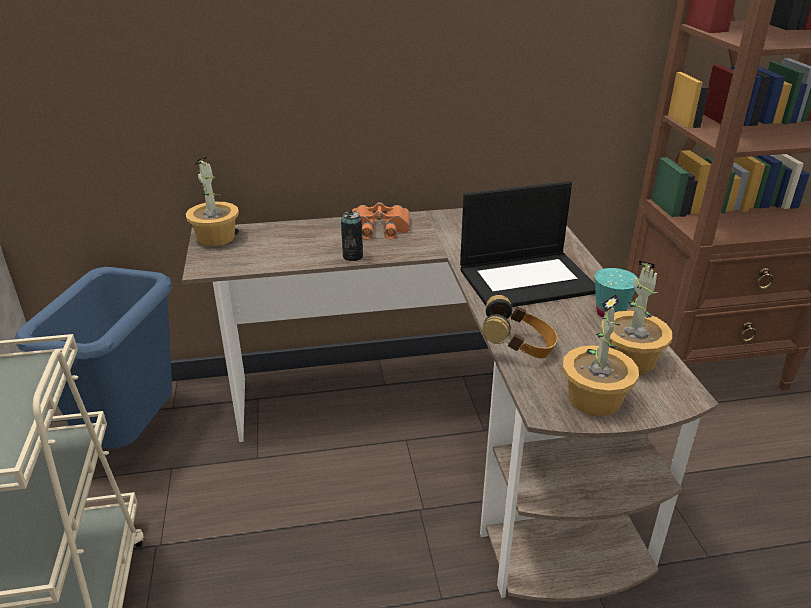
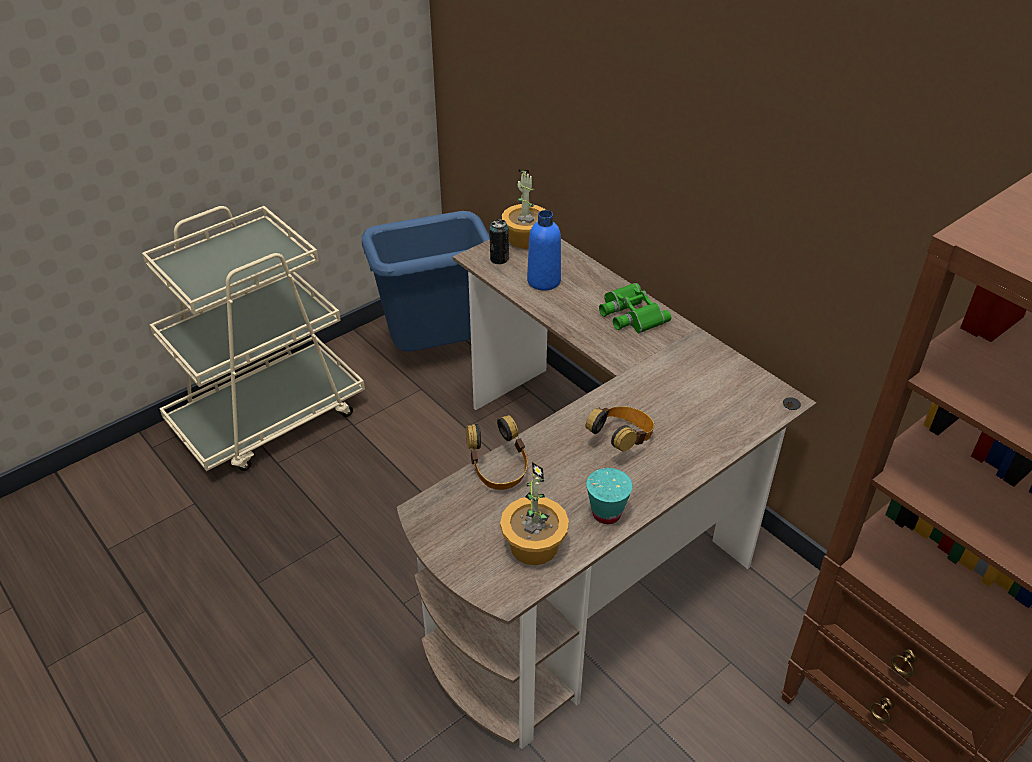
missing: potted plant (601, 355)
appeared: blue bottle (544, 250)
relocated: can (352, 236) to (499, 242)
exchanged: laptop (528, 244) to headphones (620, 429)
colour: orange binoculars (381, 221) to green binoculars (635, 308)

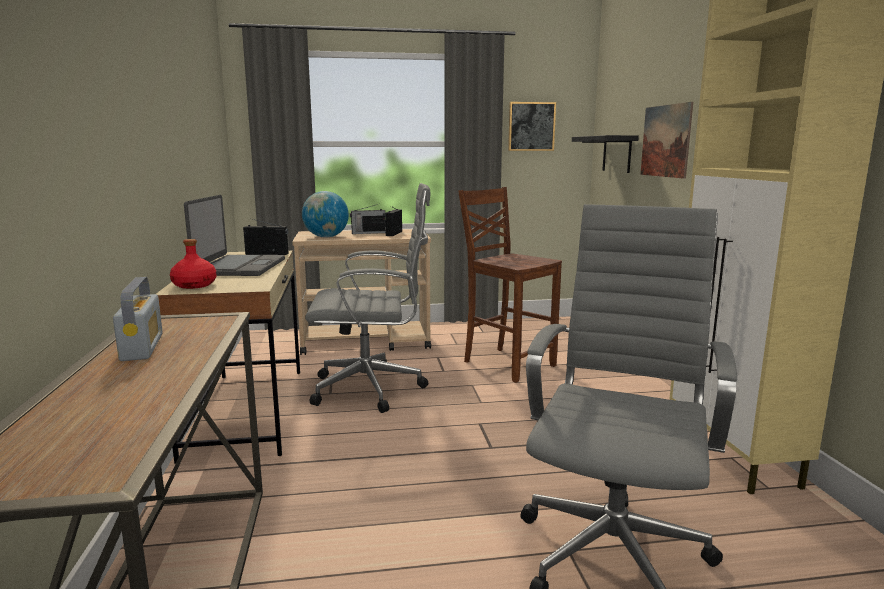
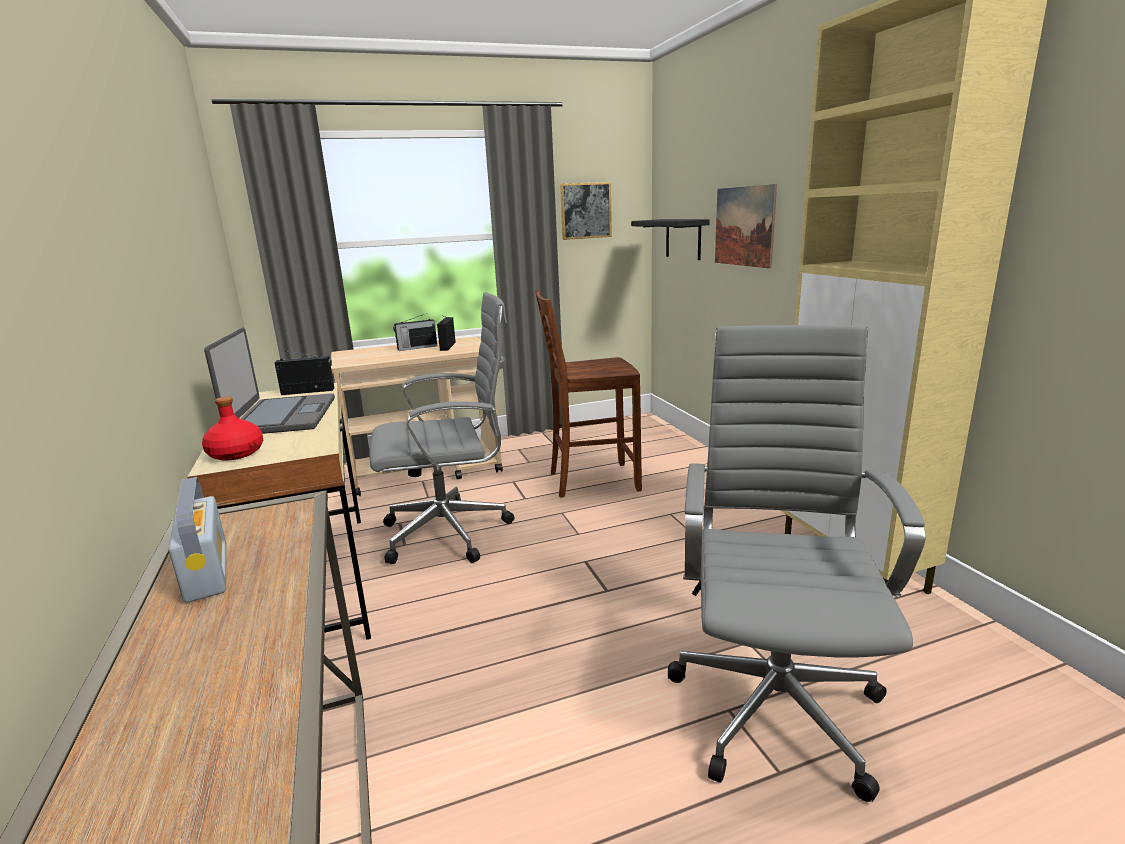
missing: globe (325, 214)
spun: brown chair (510, 285) = (588, 394) 45 degrees counterclockwise

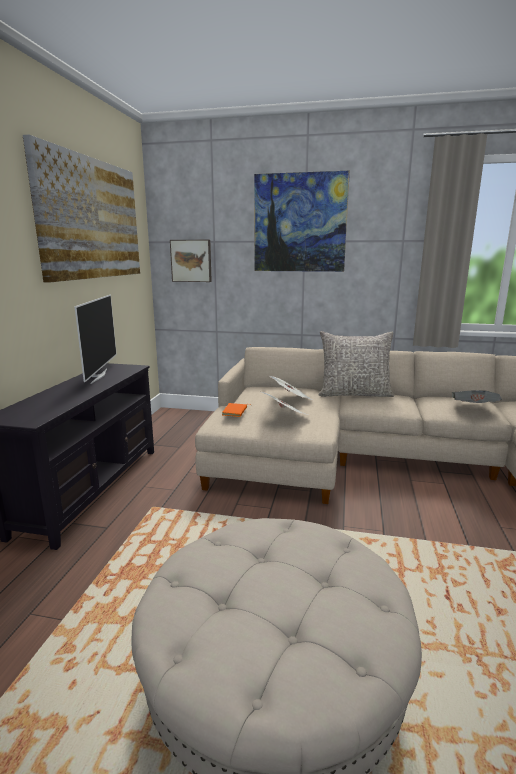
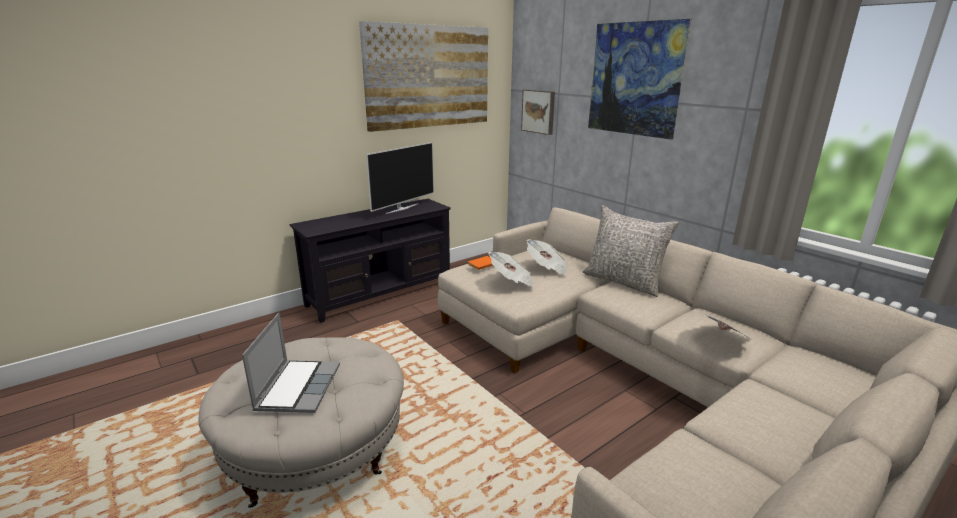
appeared: laptop (291, 363)

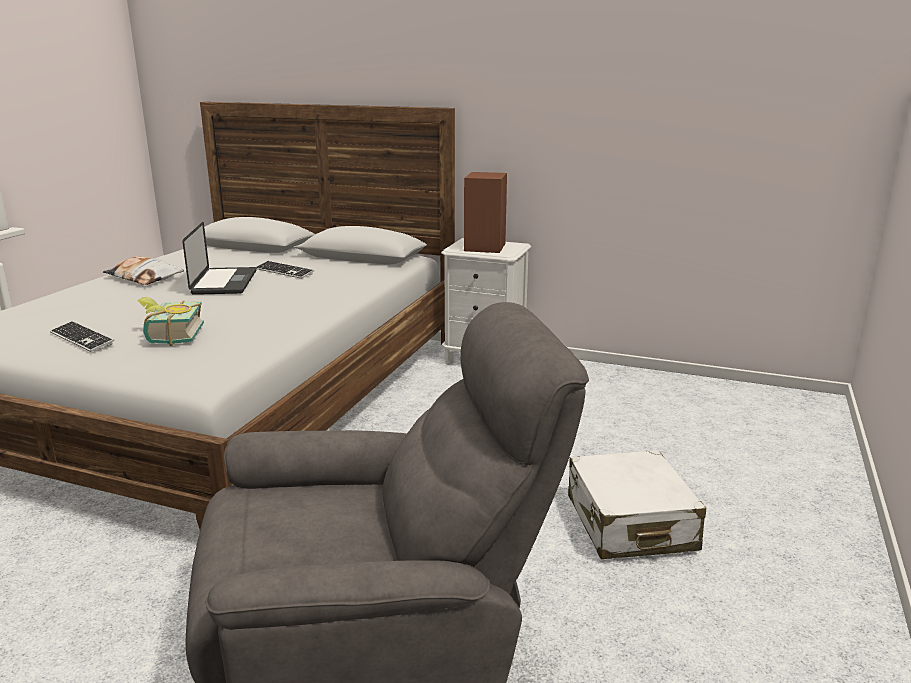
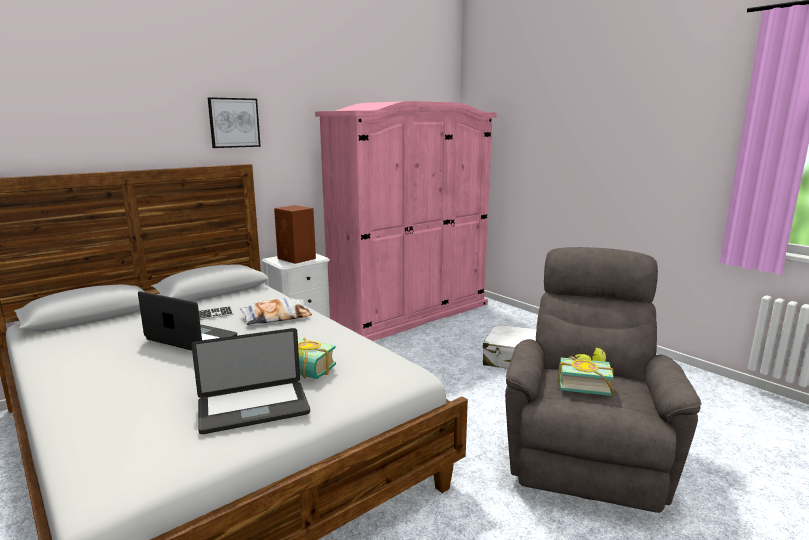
appeared: picture (234, 122); pink wardrobe (406, 221); book (585, 372)
relocated: pillow (143, 270) to (276, 311)
exchanged: keyboard (82, 336) to laptop (250, 381)

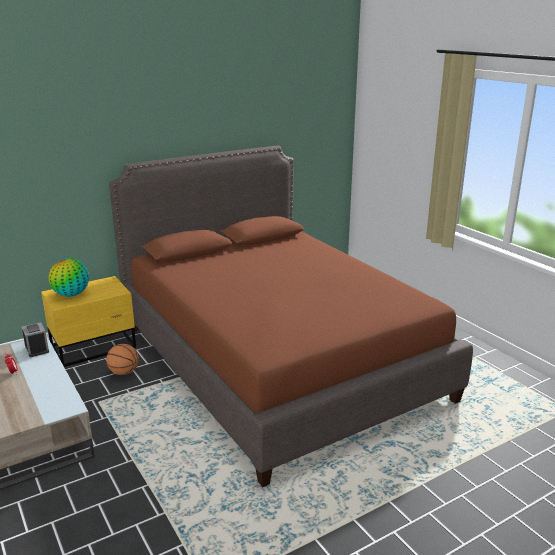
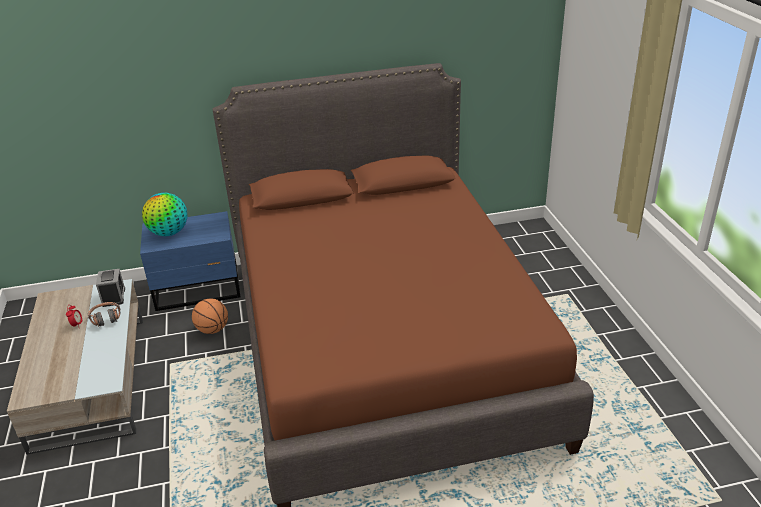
appeared: headphones (104, 314)
colour: yellow nightstand (88, 321) to blue nightstand (190, 261)

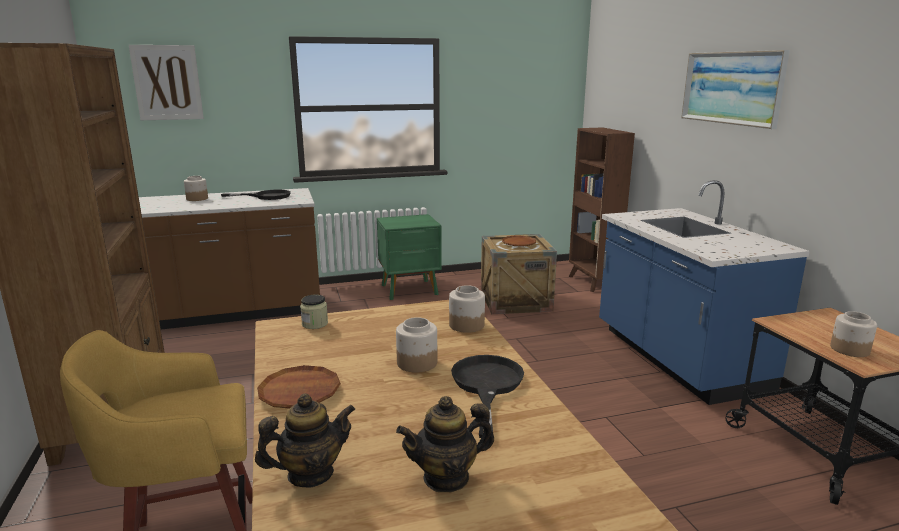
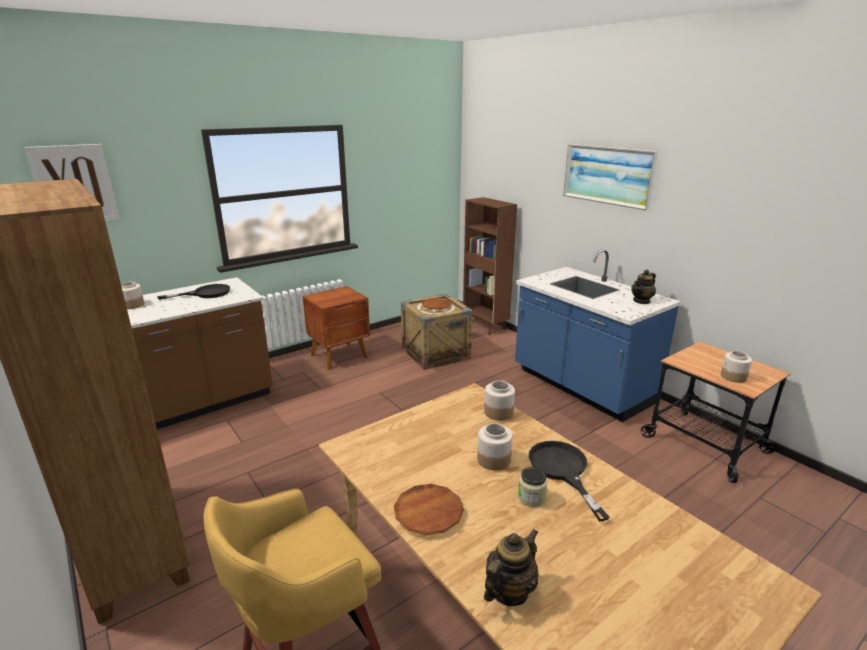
relocated: jar (314, 312) to (532, 487); teapot (445, 444) to (643, 287)
colour: green nightstand (409, 257) to brown nightstand (336, 328)

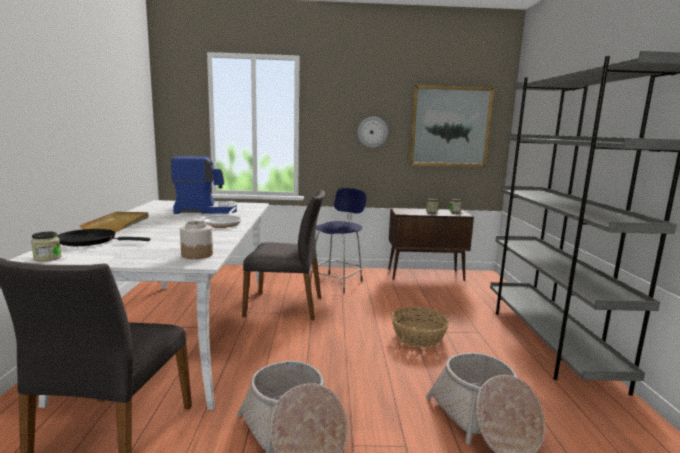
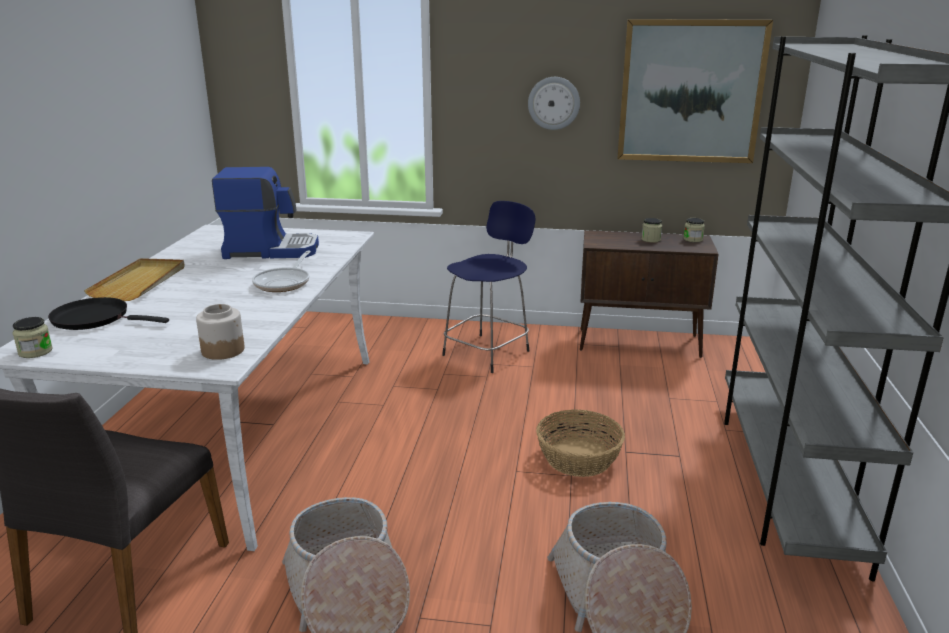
missing: grey chair (283, 255)

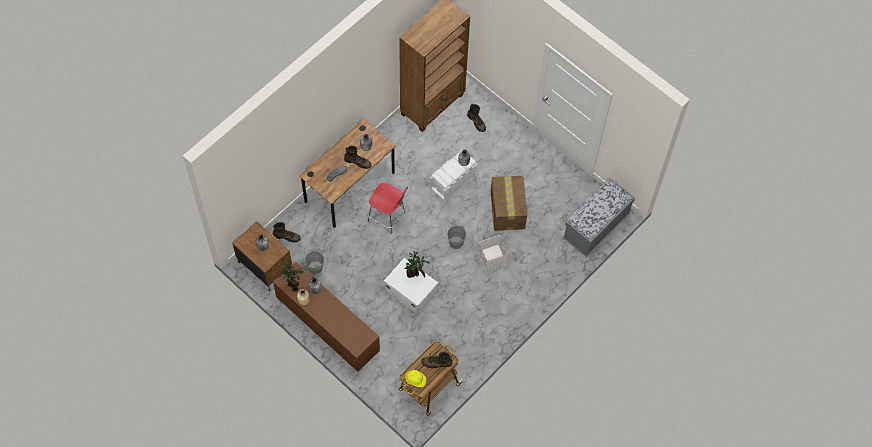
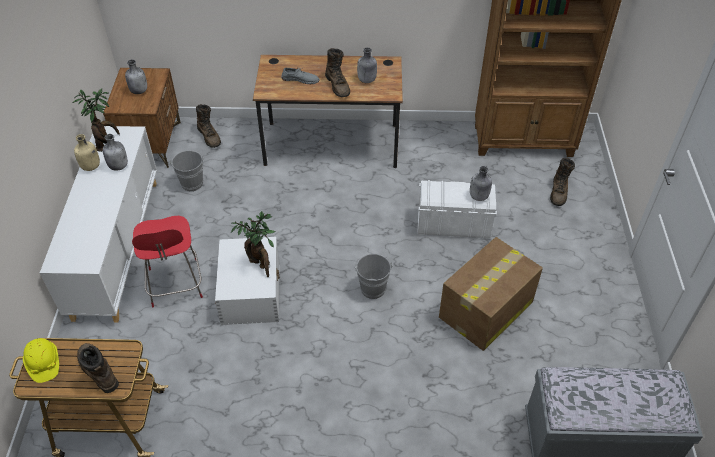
missing: white storage box (493, 253)
relocated: red chair (388, 208) to (167, 261)
colour: brown cabinet (326, 316) to white cabinet (98, 224)

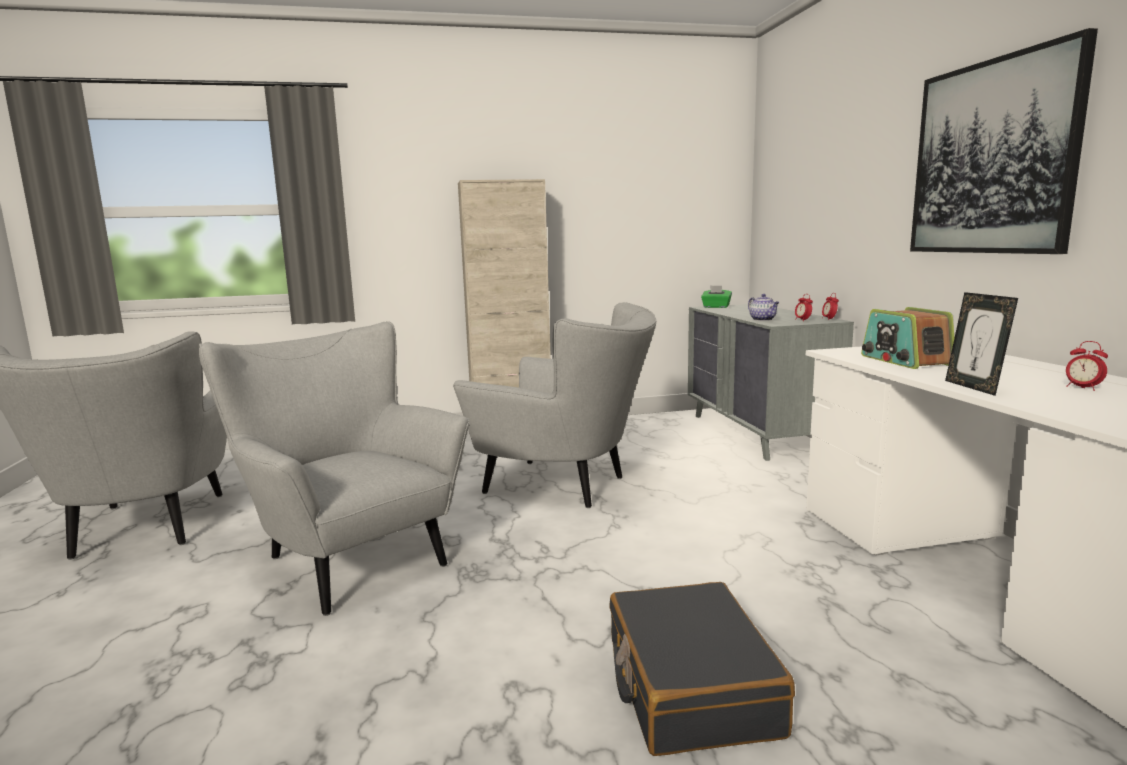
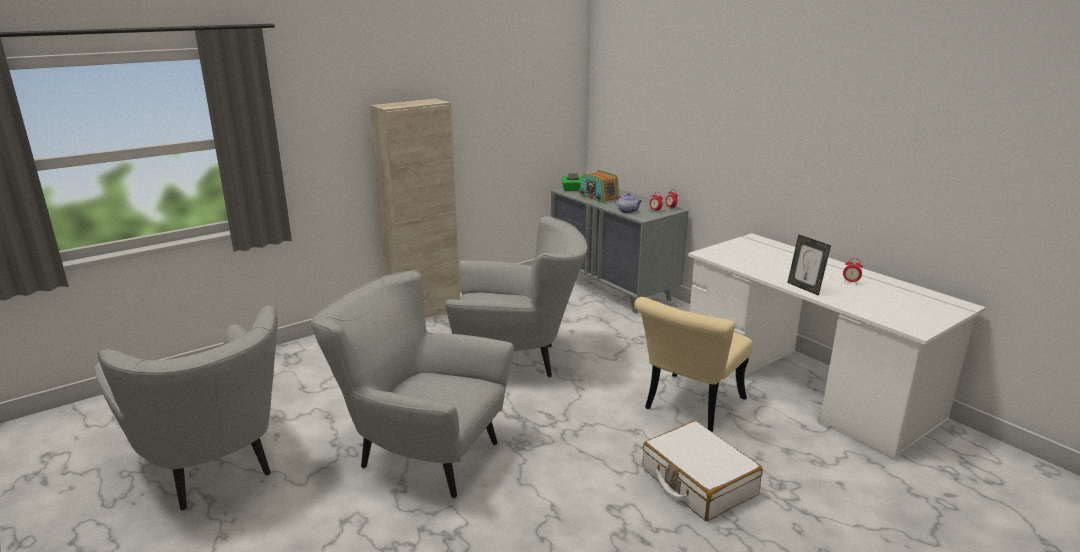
missing: picture (1004, 141)
appeared: beige chair (693, 364)
relocated: radio (907, 338) to (599, 186)
colour: black suitcase (702, 669) to white suitcase (703, 471)

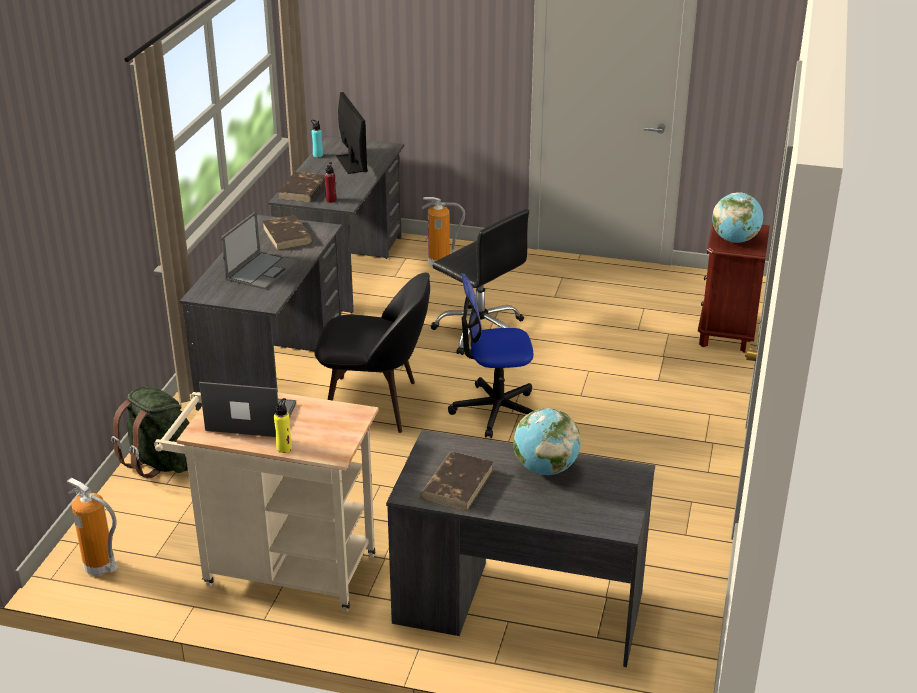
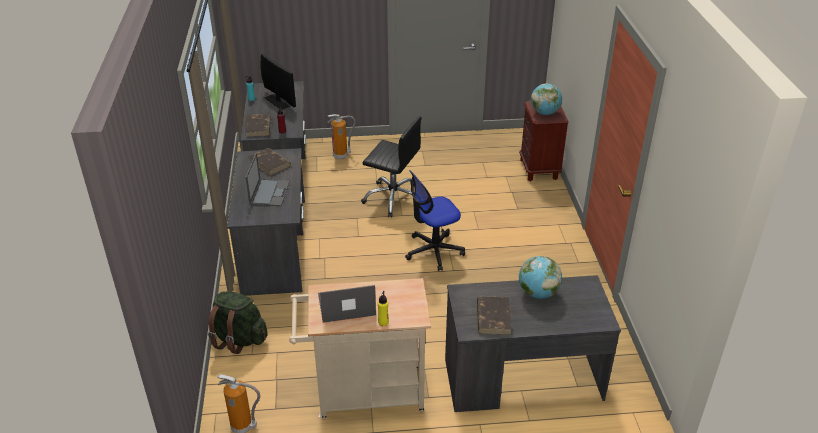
missing: black chair (372, 352)

